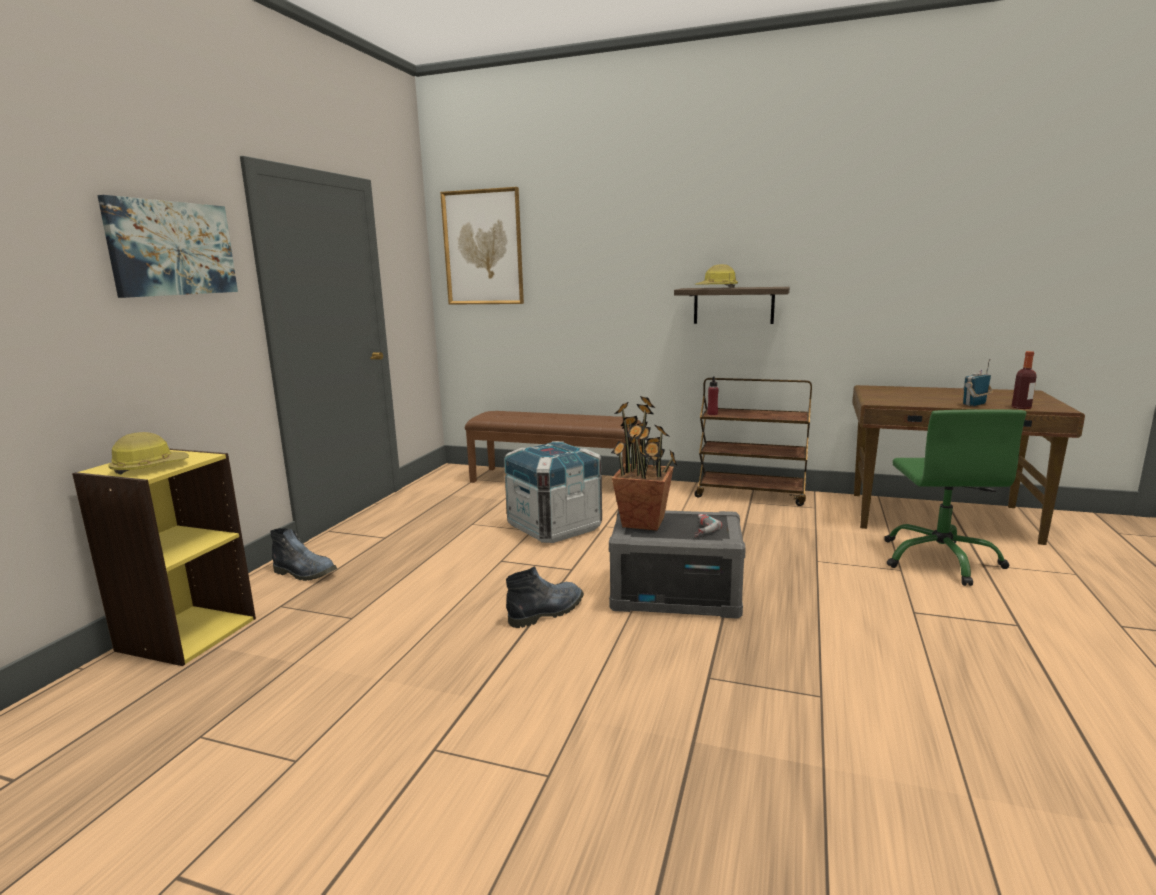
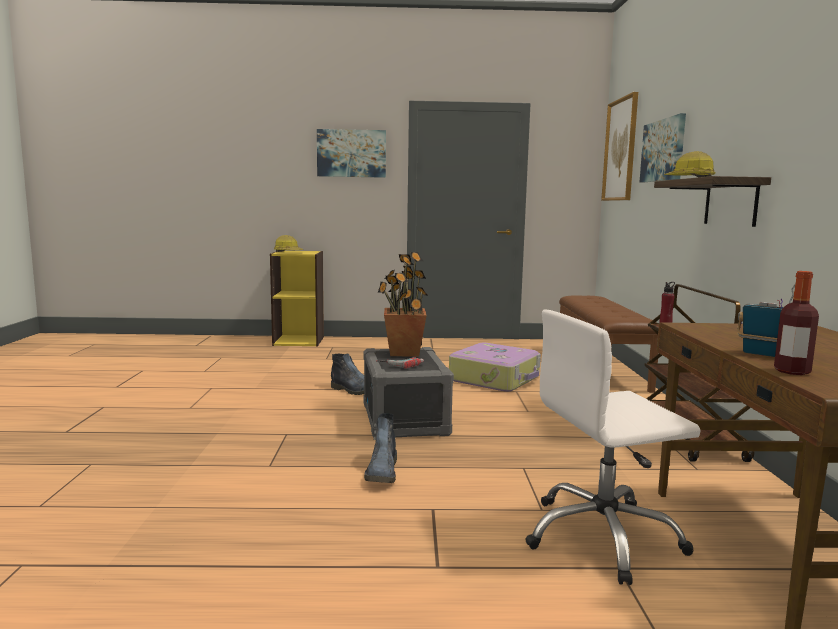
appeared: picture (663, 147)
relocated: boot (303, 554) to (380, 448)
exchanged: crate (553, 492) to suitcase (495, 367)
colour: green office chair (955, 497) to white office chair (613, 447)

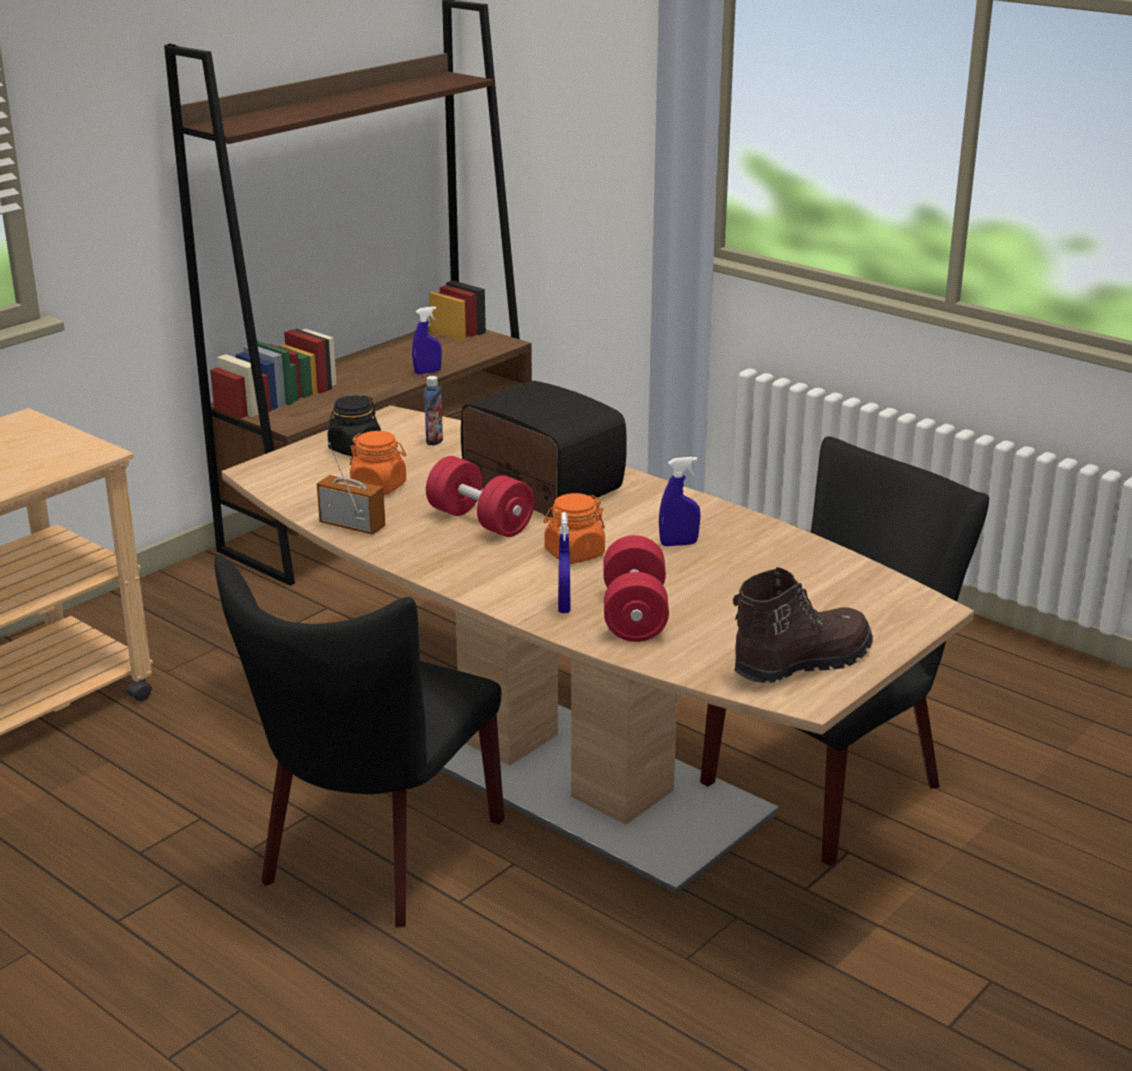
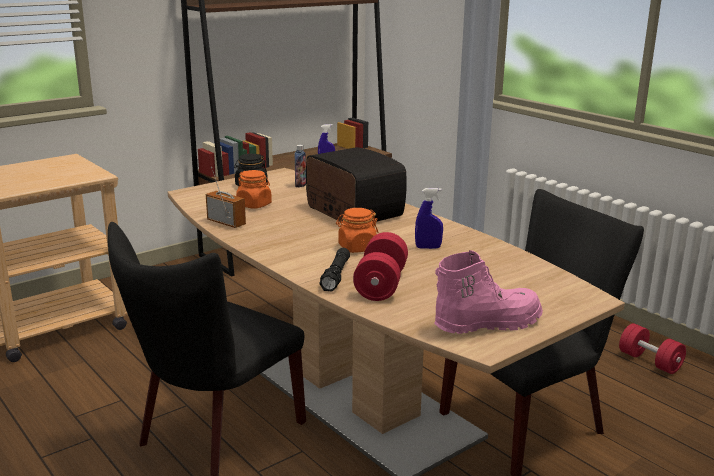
relocated: red dumbbell (480, 496) to (652, 348)
exchanged: blue spray bottle (564, 562) to black flashlight (335, 270)
colour: brown boot (803, 625) to pink boot (488, 292)

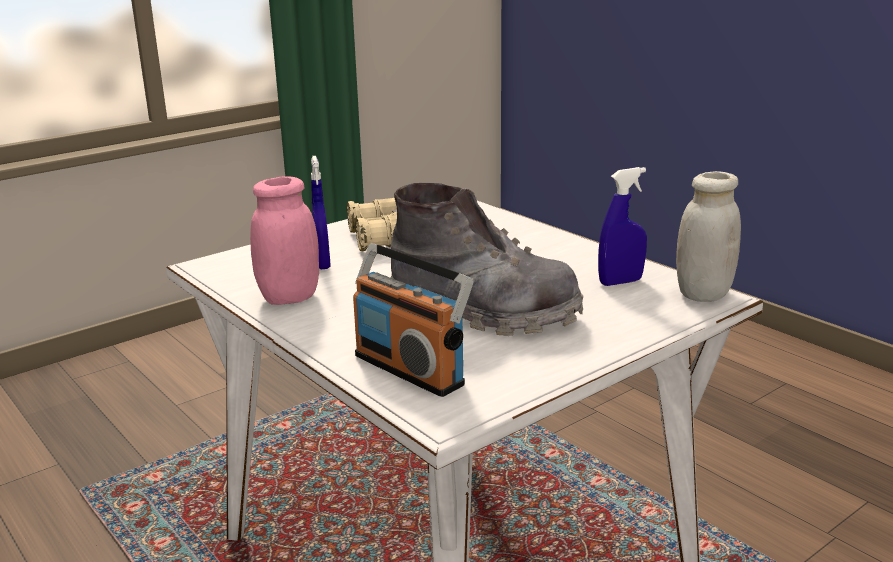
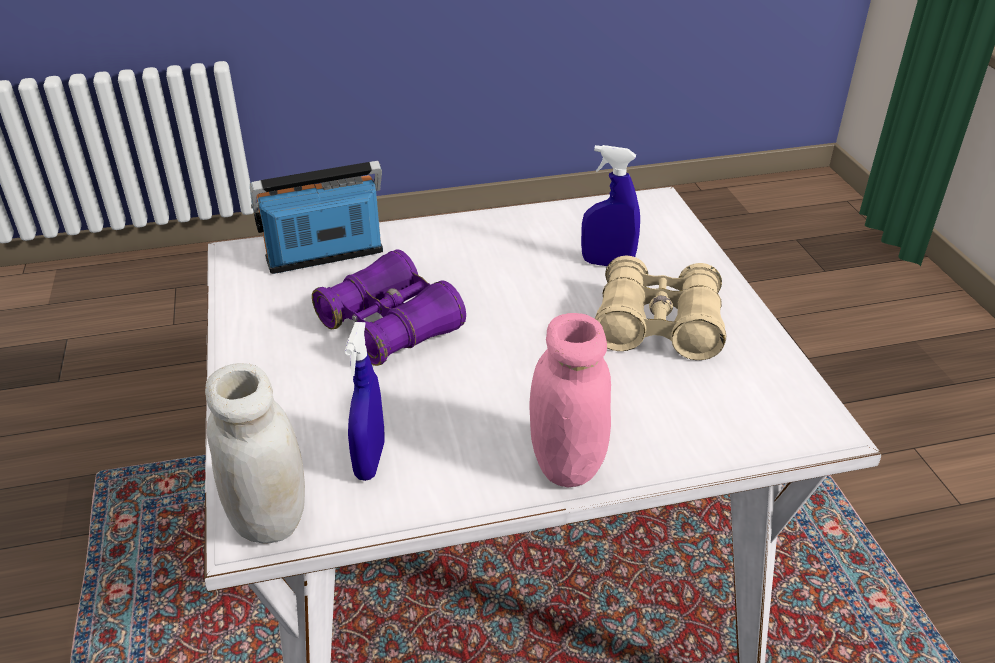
relocated: pink jar (284, 240) to (570, 400)
exchanged: grey boot (487, 259) to purple binoculars (389, 307)

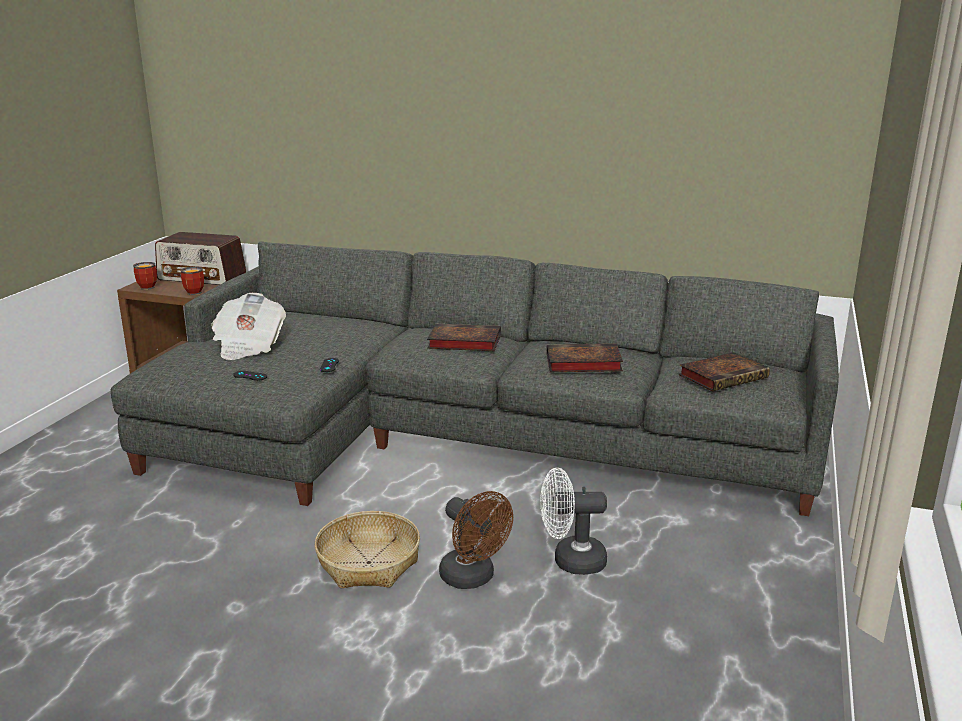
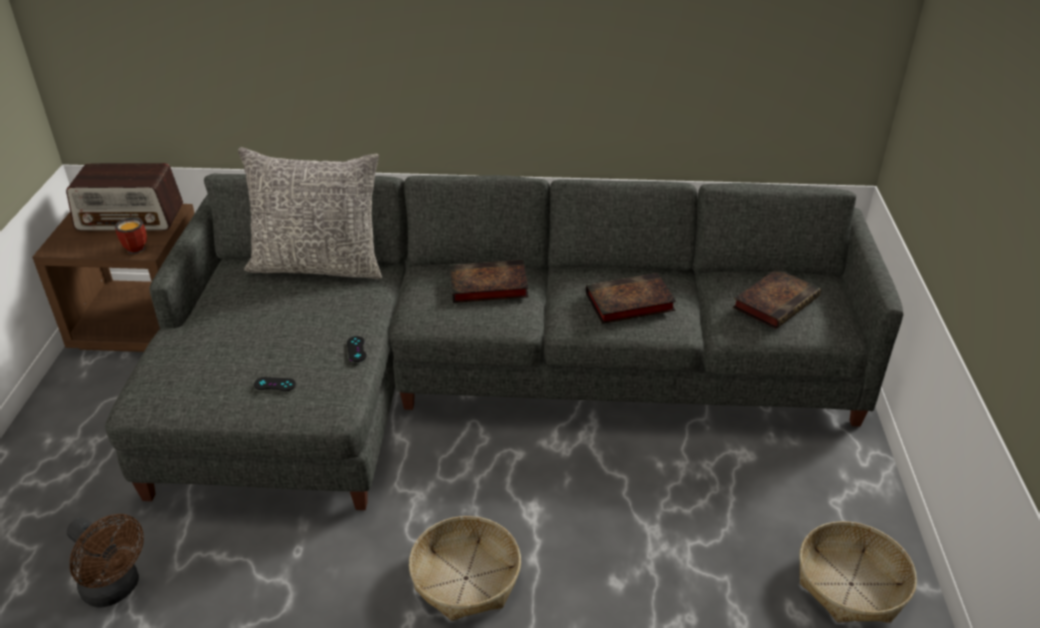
missing: mug (145, 276); newspaper (248, 326); white fan (573, 521)
appeared: grey pillow (310, 213); basket (858, 572)
relocated: brown fan (476, 540) to (105, 561)

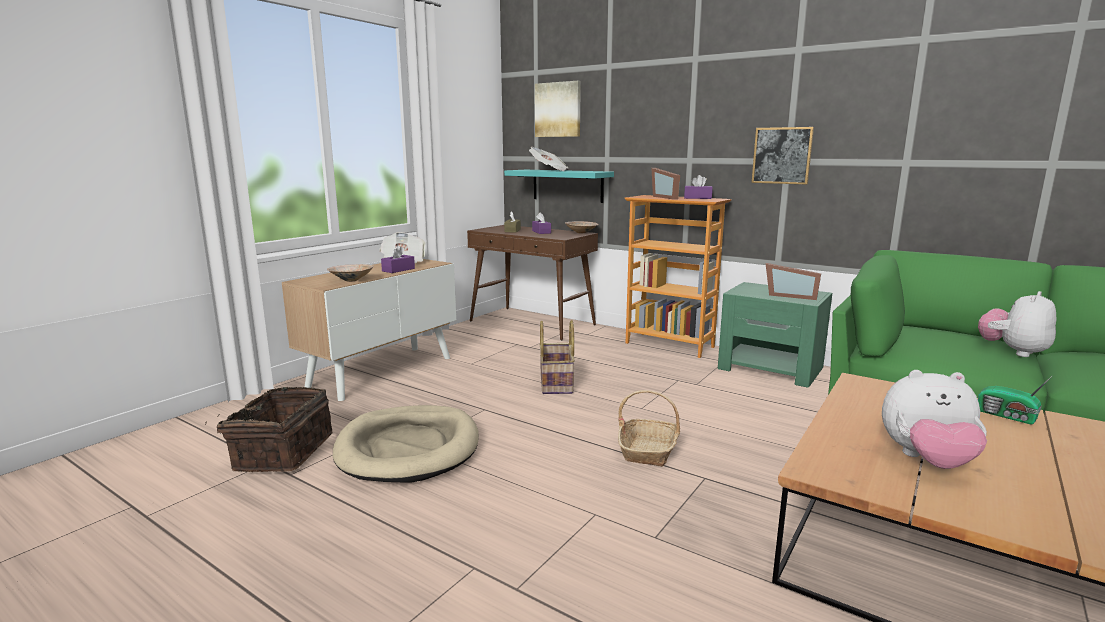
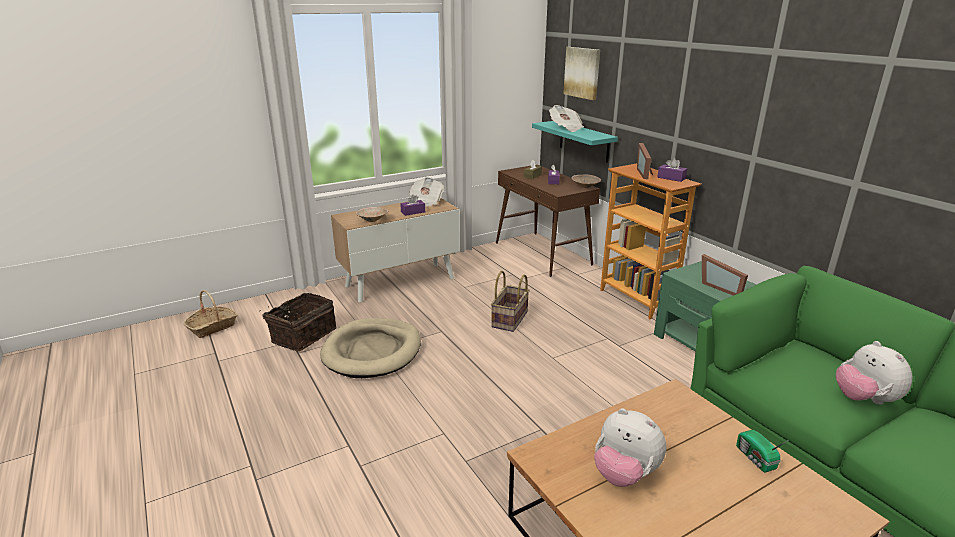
missing: picture (782, 156)
relocated: basket (649, 428) to (210, 314)
spun: plush toy (1017, 324) = (874, 373) 90 degrees counterclockwise

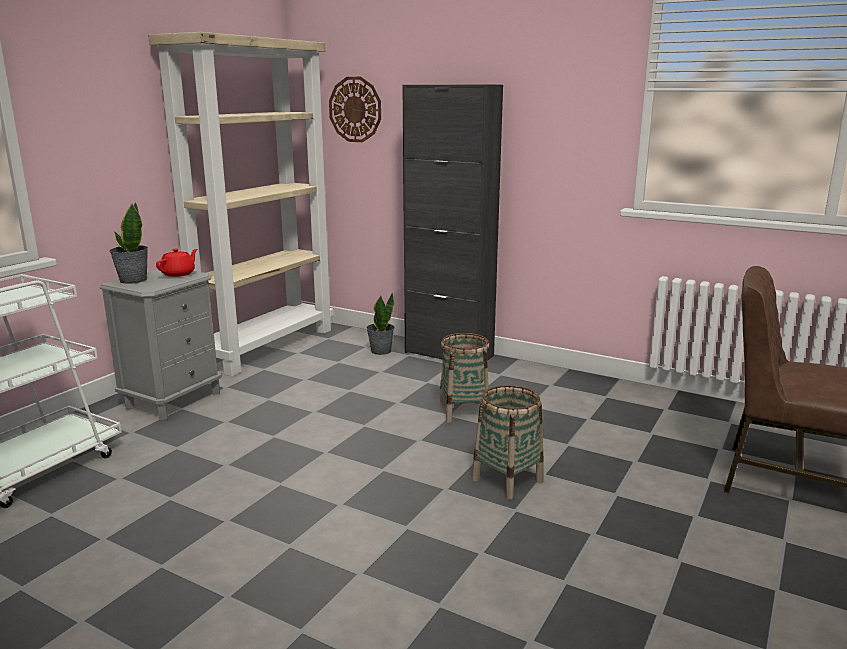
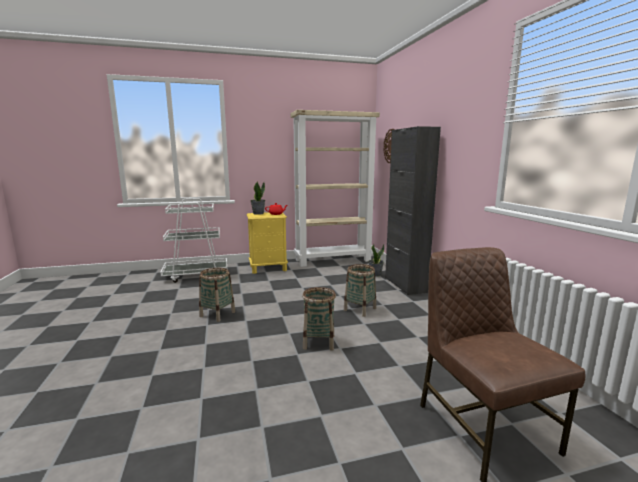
appeared: basket (217, 295)
colour: grey nightstand (161, 345) to yellow nightstand (267, 243)

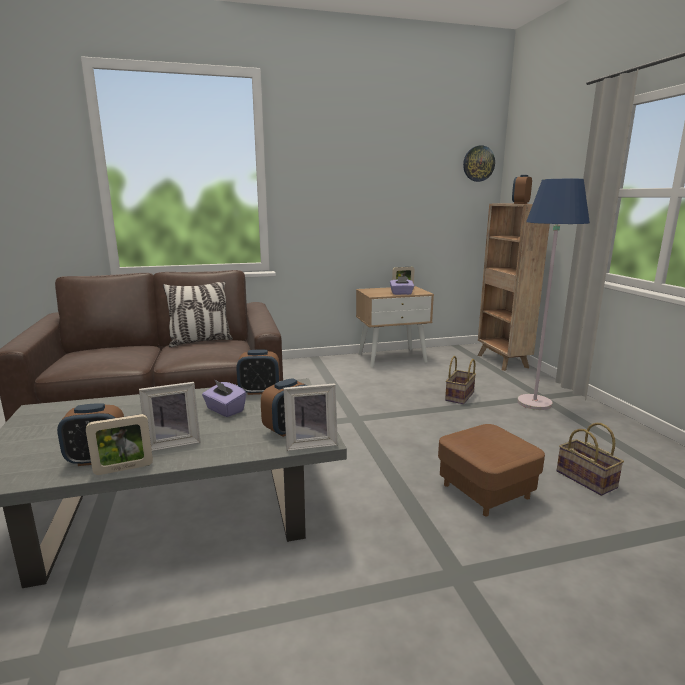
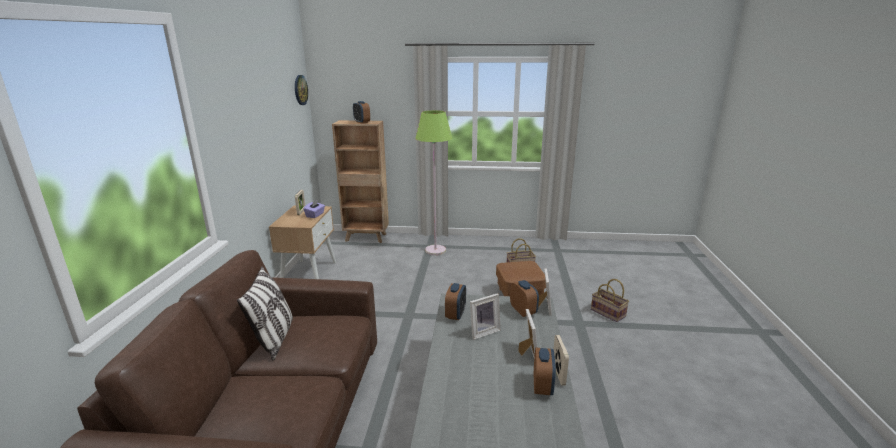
relocated: basket (460, 380) to (610, 300)
exchanged: purple tissue box (224, 398) to picture frame (485, 316)
colour: blue floor lamp (553, 294) to green floor lamp (433, 182)

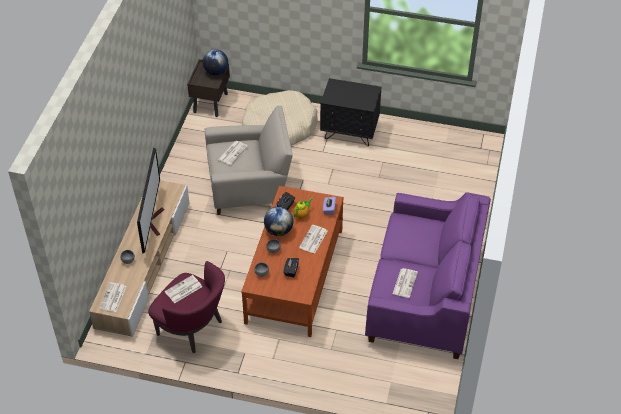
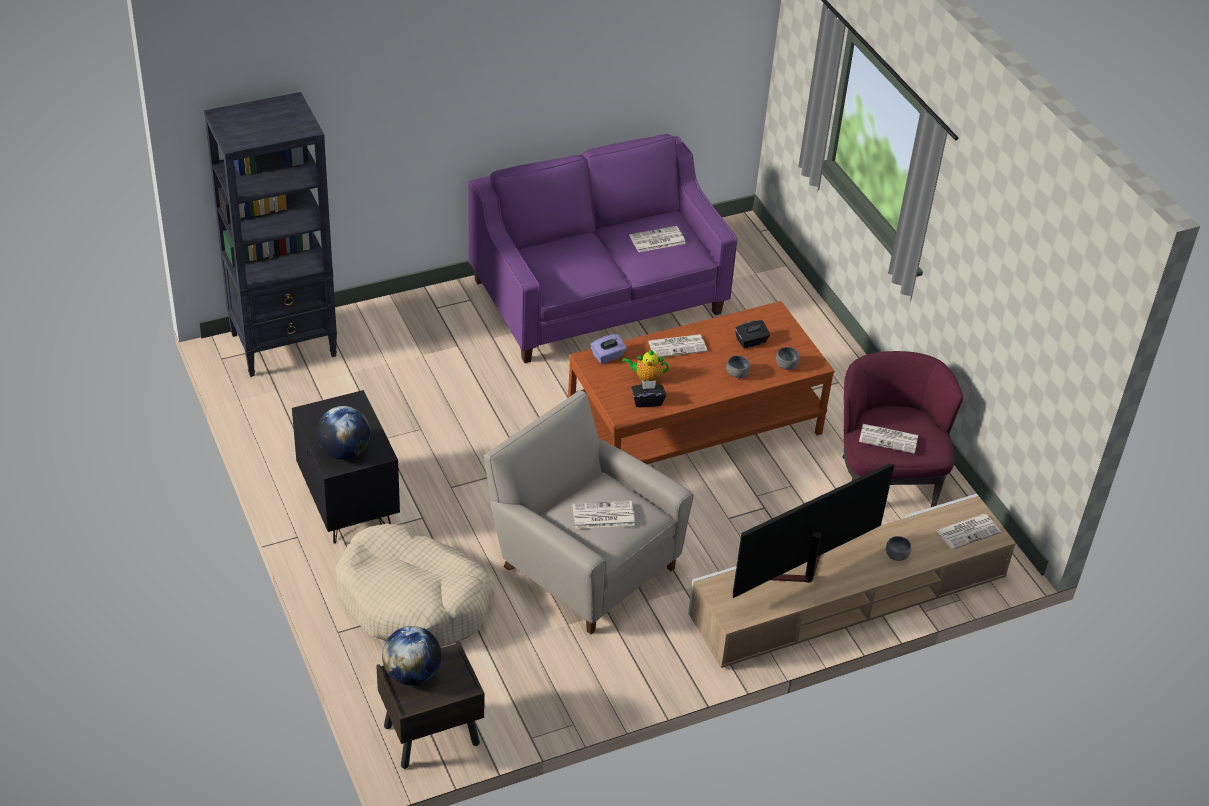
appeared: black bookcase (270, 234)
relocated: globe (278, 221) to (343, 433)

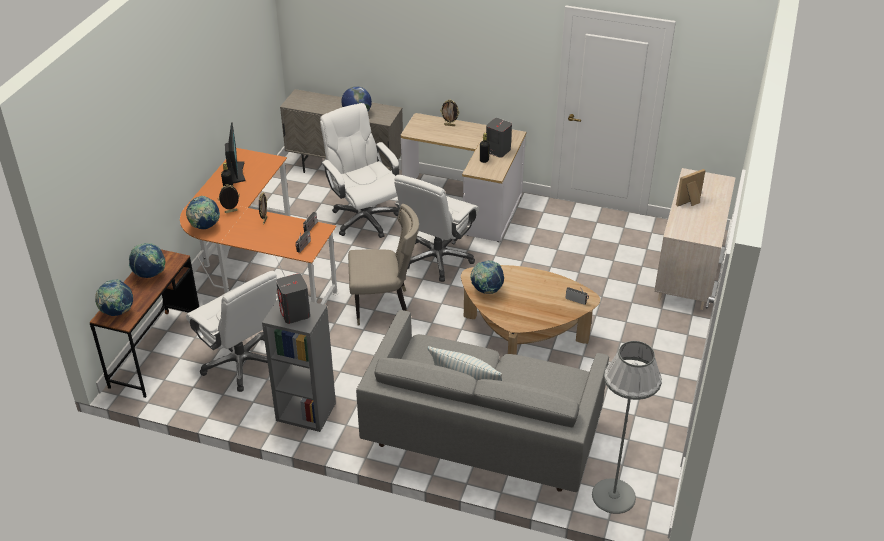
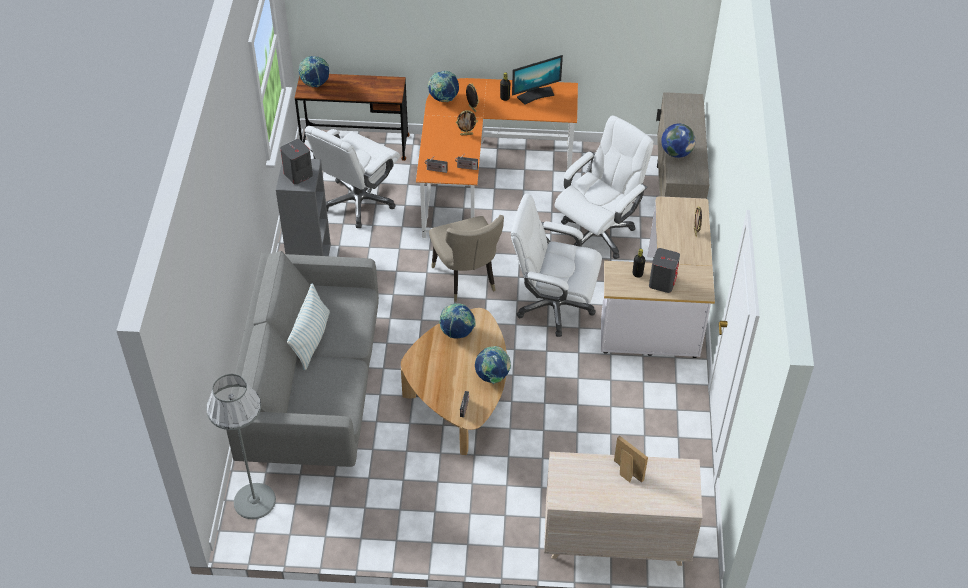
relocated: globe (147, 260) to (493, 365)

